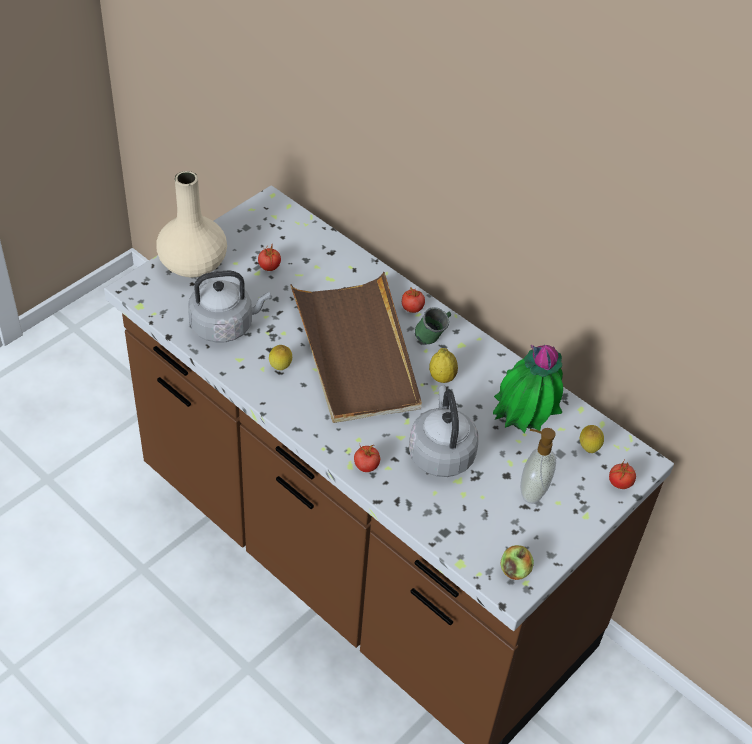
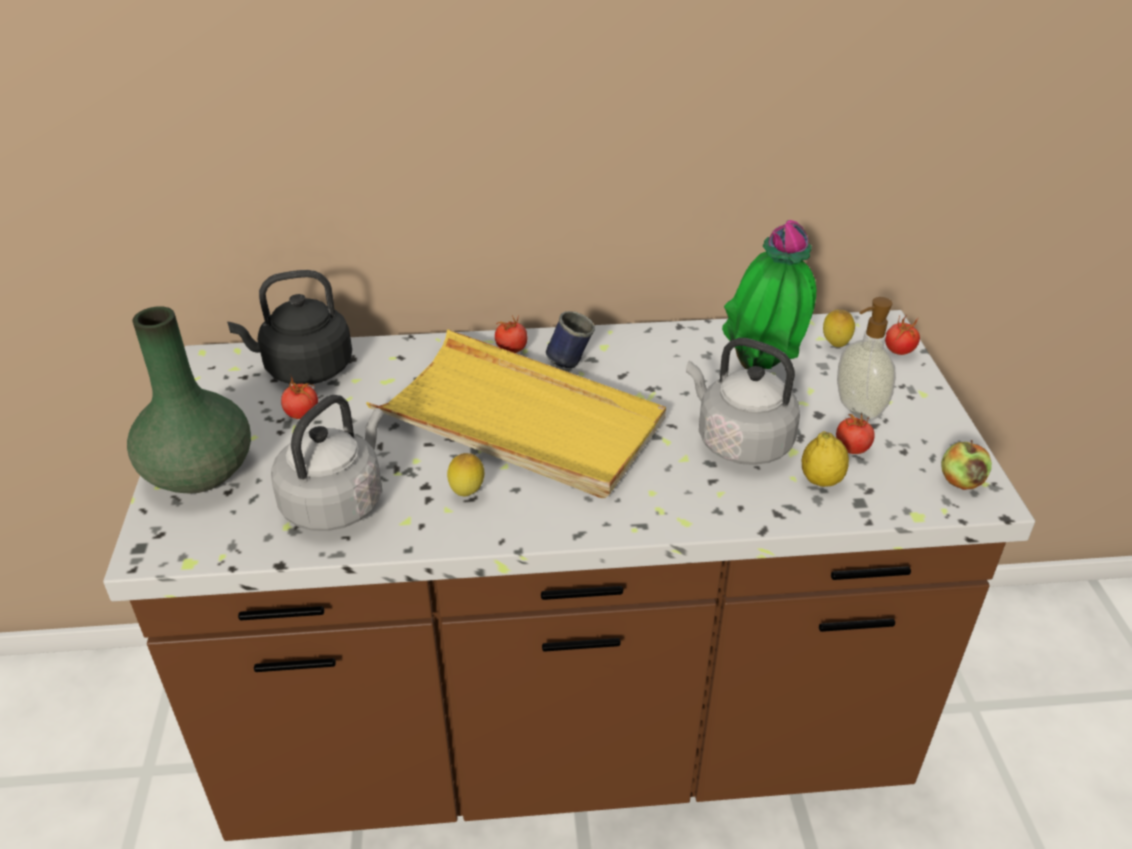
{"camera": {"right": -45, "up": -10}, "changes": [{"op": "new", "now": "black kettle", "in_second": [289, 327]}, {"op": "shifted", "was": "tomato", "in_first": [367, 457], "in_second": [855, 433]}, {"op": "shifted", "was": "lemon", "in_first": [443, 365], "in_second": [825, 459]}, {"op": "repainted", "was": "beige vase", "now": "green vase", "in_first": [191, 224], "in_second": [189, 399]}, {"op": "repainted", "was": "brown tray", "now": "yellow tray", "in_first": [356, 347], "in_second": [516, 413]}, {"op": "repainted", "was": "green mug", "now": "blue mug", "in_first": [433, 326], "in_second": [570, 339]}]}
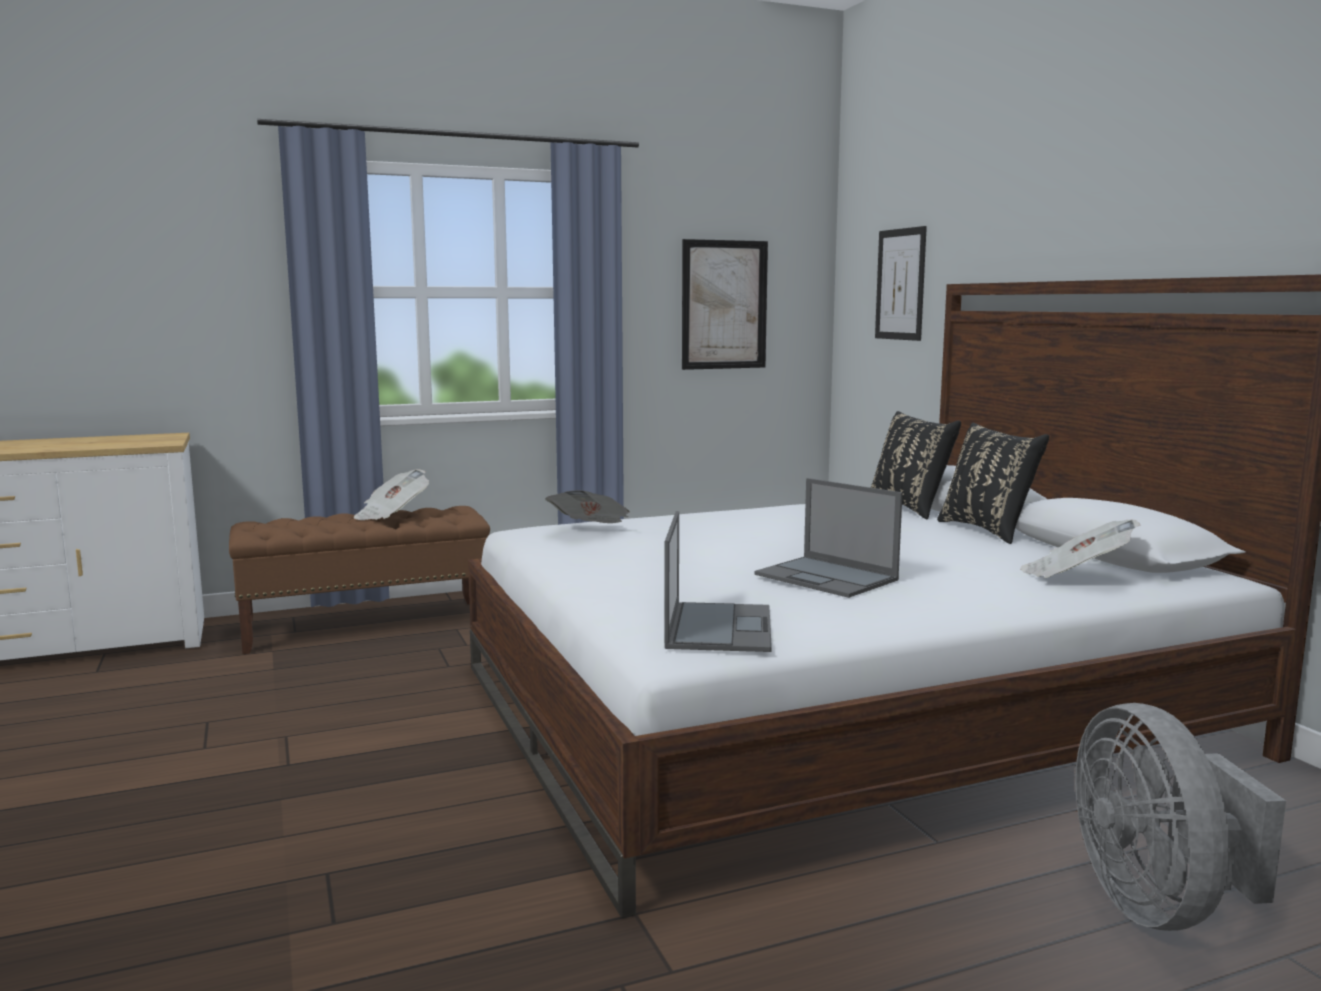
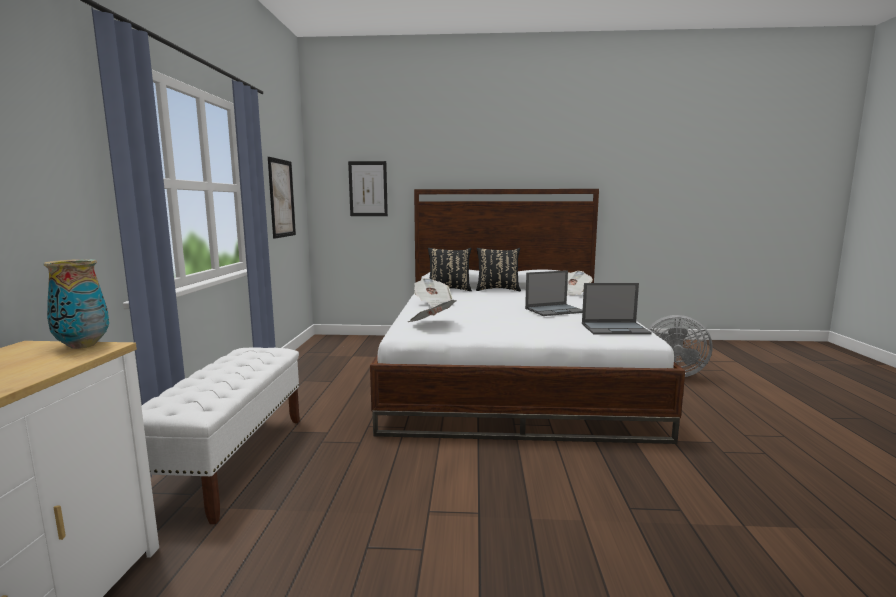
{"camera": {"right": -65, "up": 0}, "changes": [{"op": "new", "now": "vase", "in_second": [76, 304]}, {"op": "shifted", "was": "newspaper", "in_first": [391, 494], "in_second": [433, 292]}, {"op": "repainted", "was": "brown bench", "now": "white bench", "in_first": [359, 580], "in_second": [220, 435]}, {"op": "rotated", "was": "laptop", "in_first": [718, 581], "in_second": [617, 308], "clockwise": 150}]}
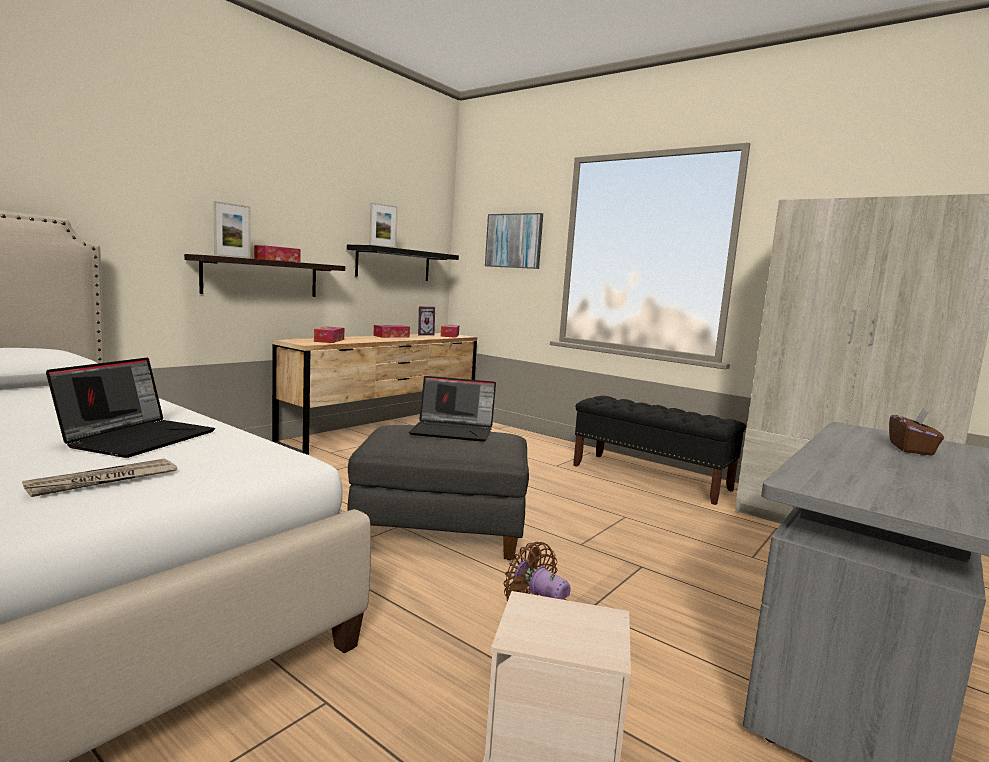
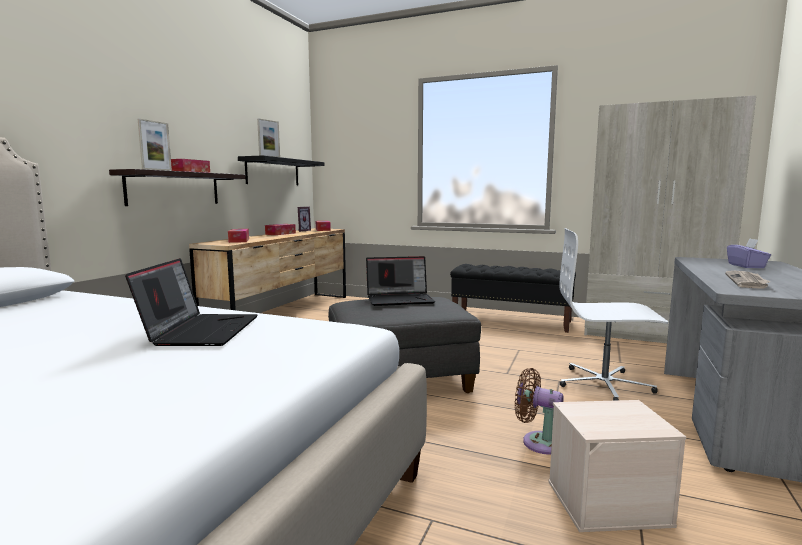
{"camera": {"right": -15, "up": 0}, "changes": [{"op": "gone", "was": "picture", "in_first": [514, 241]}, {"op": "new", "now": "white office chair", "in_second": [613, 314]}, {"op": "shifted", "was": "newspaper", "in_first": [99, 478], "in_second": [748, 280]}, {"op": "repainted", "was": "brown tissue box", "now": "purple tissue box", "in_first": [916, 432], "in_second": [749, 253]}]}
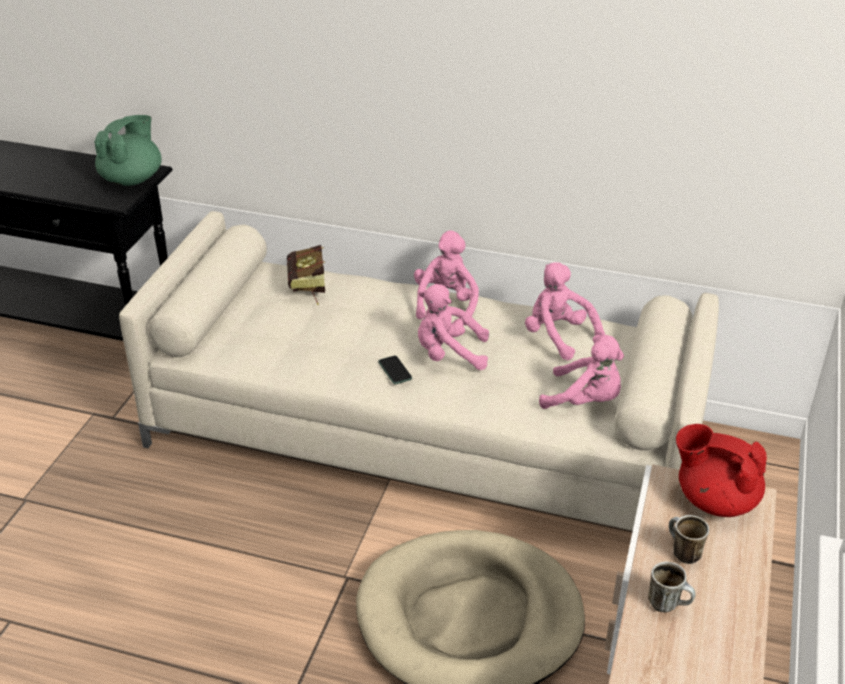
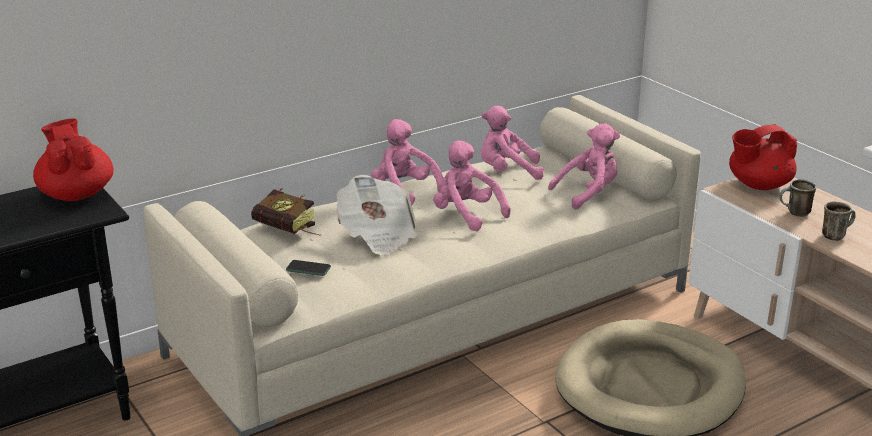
{"camera": {"right": -50, "up": -10}, "changes": [{"op": "new", "now": "newspaper", "in_second": [377, 215]}, {"op": "shifted", "was": "phone", "in_first": [395, 370], "in_second": [308, 268]}, {"op": "repainted", "was": "green teapot", "now": "red teapot", "in_first": [128, 150], "in_second": [73, 160]}, {"op": "rotated", "was": "pink plush toy", "in_first": [453, 327], "in_second": [472, 185], "clockwise": 90}]}
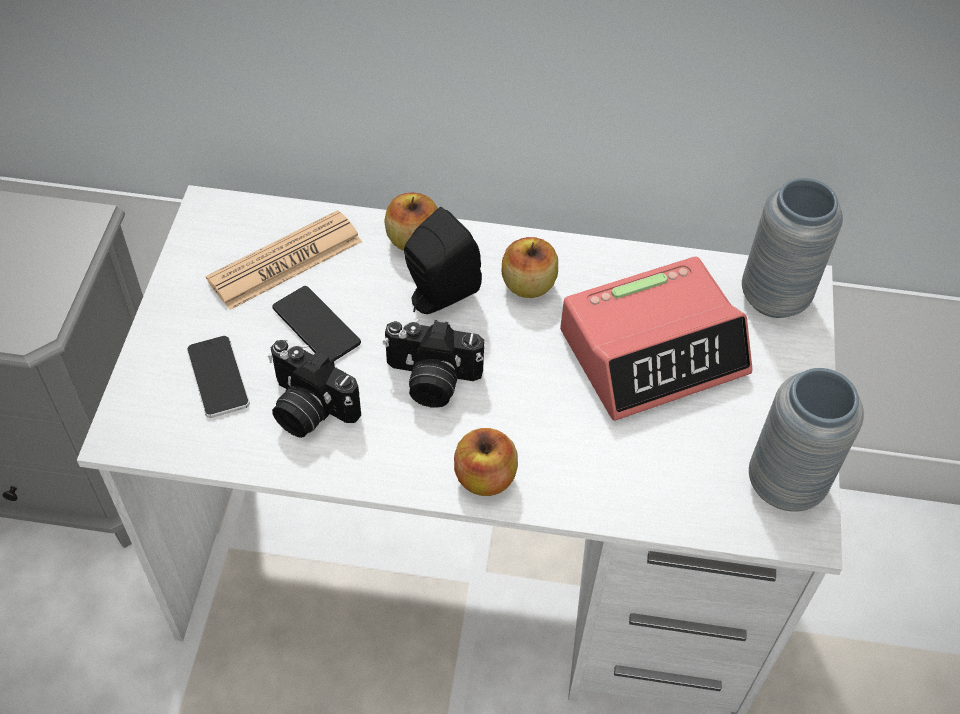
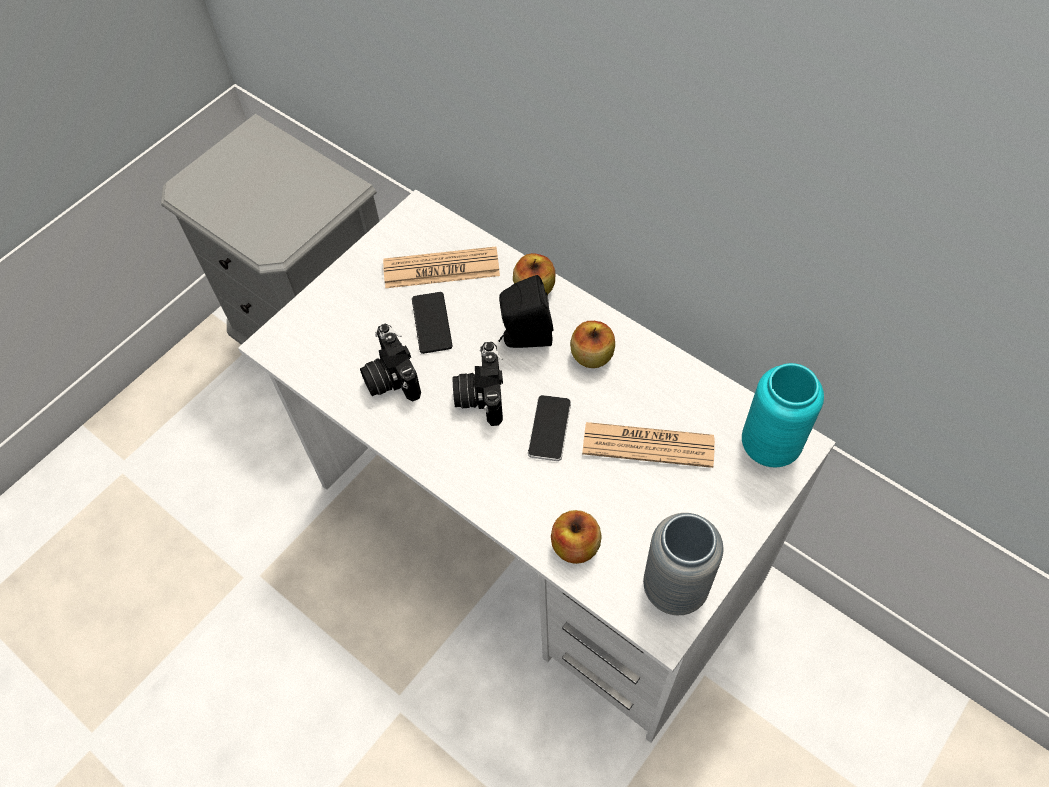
{"camera": {"right": 35, "up": 5}, "changes": [{"op": "shifted", "was": "phone", "in_first": [218, 377], "in_second": [549, 428]}, {"op": "shifted", "was": "apple", "in_first": [486, 462], "in_second": [576, 537]}, {"op": "swapped", "was": "alarm clock", "now": "newspaper", "in_first": [656, 339], "in_second": [648, 445]}, {"op": "repainted", "was": "grey vase", "now": "turquoise vase", "in_first": [792, 248], "in_second": [783, 415]}, {"op": "rotated", "was": "photo camera", "in_first": [433, 363], "in_second": [478, 384], "clockwise": 45}]}
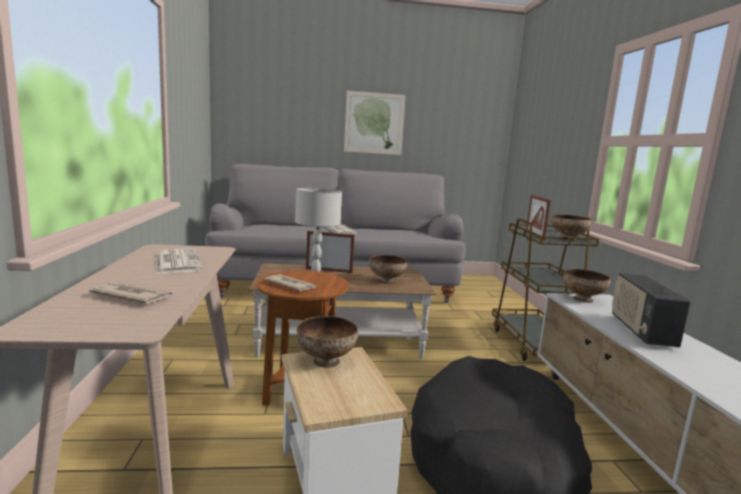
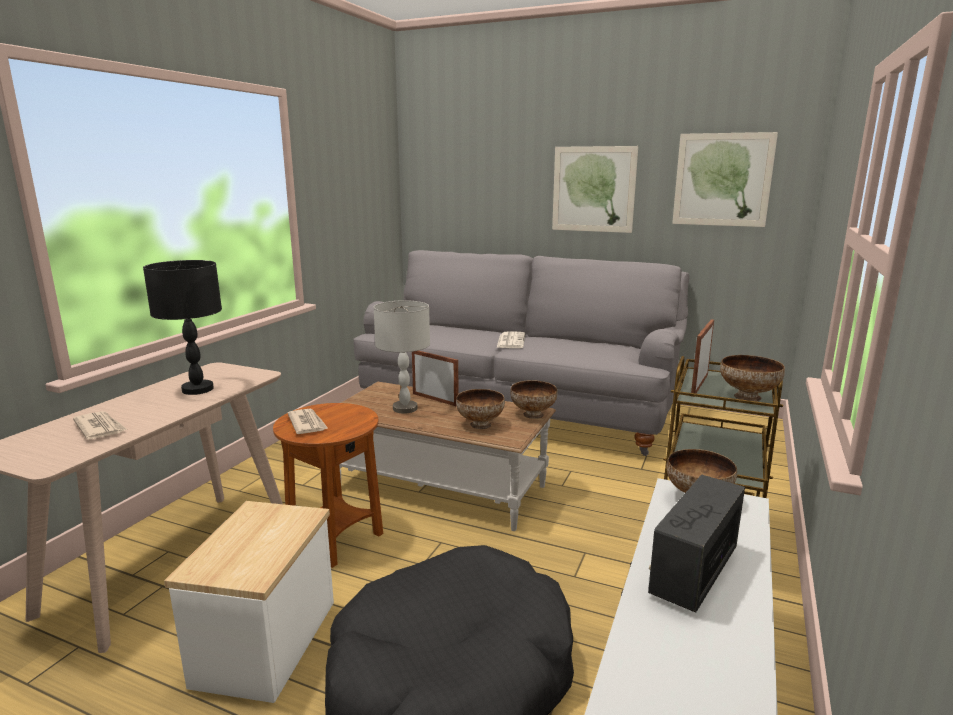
{"camera": {"right": 30, "up": 5}, "changes": [{"op": "new", "now": "picture", "in_second": [725, 179]}, {"op": "shifted", "was": "bowl", "in_first": [327, 342], "in_second": [534, 399]}, {"op": "swapped", "was": "newspaper", "now": "black table lamp", "in_first": [179, 261], "in_second": [182, 327]}]}
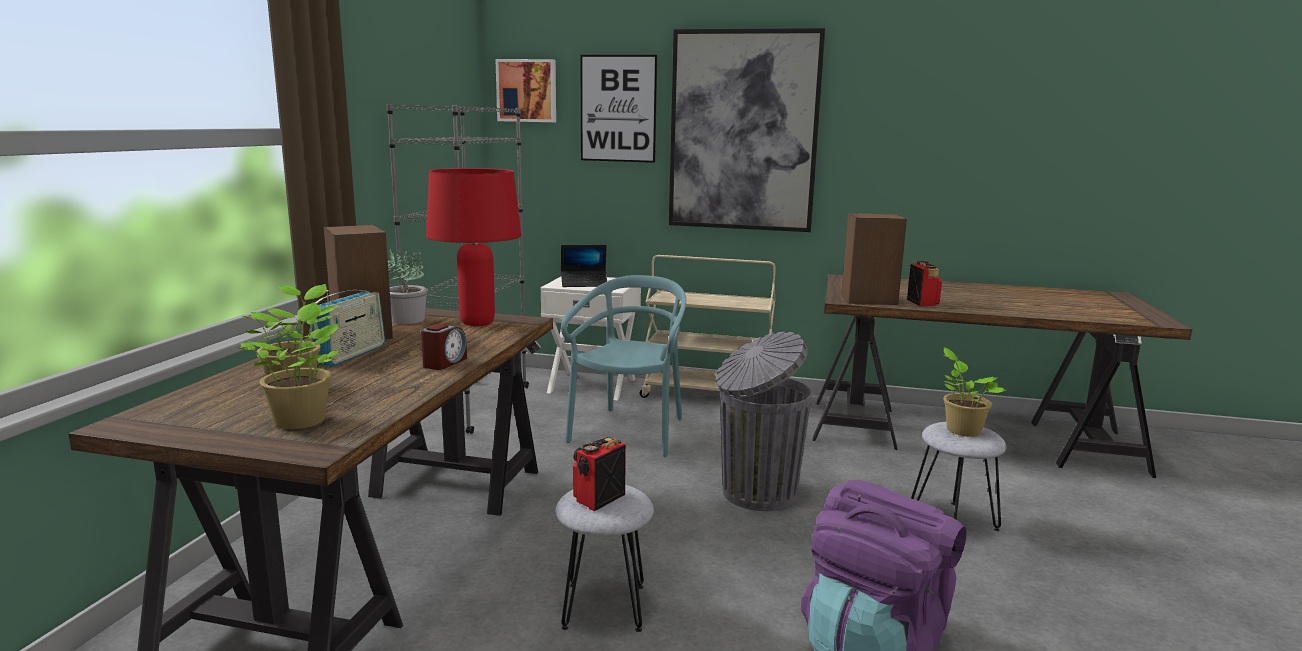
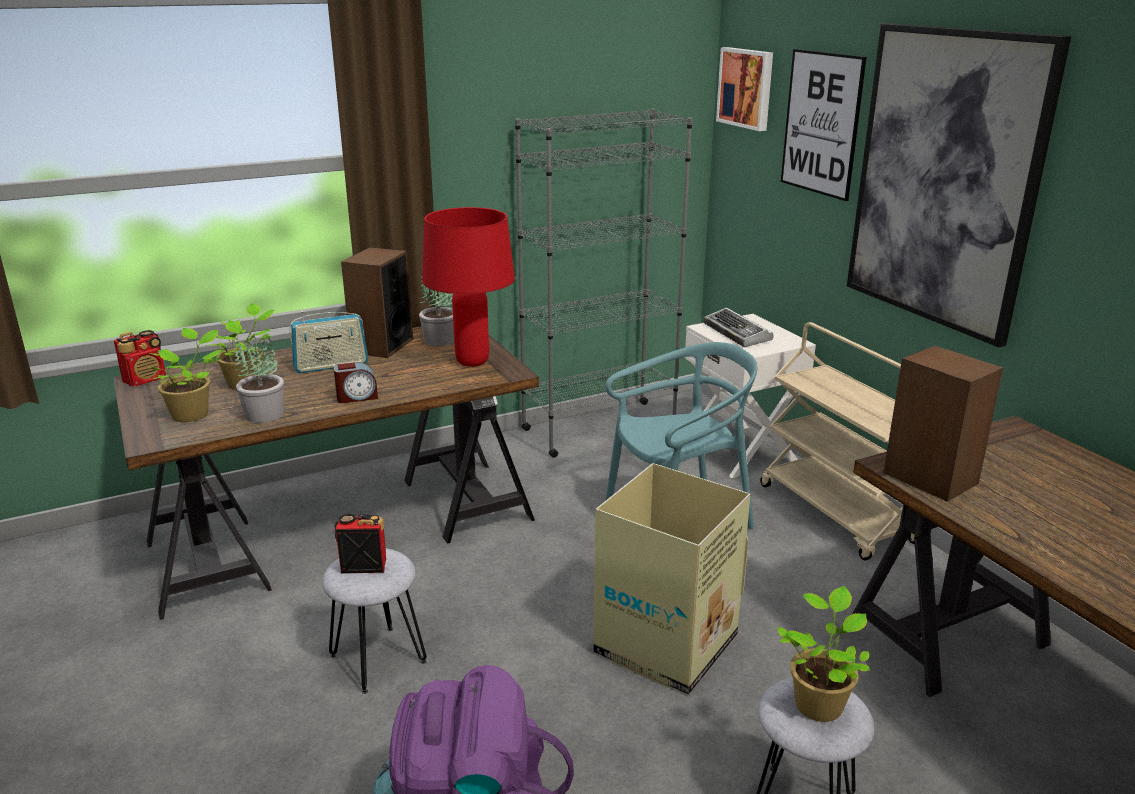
{"camera": {"right": 50, "up": 10}, "changes": [{"op": "new", "now": "potted plant", "in_second": [259, 379]}, {"op": "shifted", "was": "radio", "in_first": [924, 284], "in_second": [140, 358]}, {"op": "swapped", "was": "laptop", "now": "keyboard", "in_first": [584, 266], "in_second": [739, 327]}, {"op": "swapped", "was": "grey trash can", "now": "cardboard box", "in_first": [764, 421], "in_second": [672, 578]}]}
